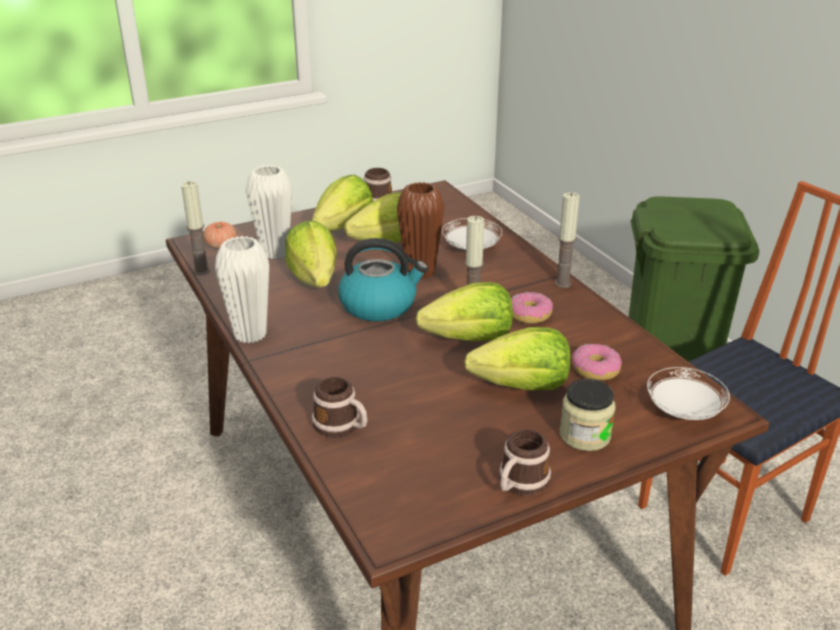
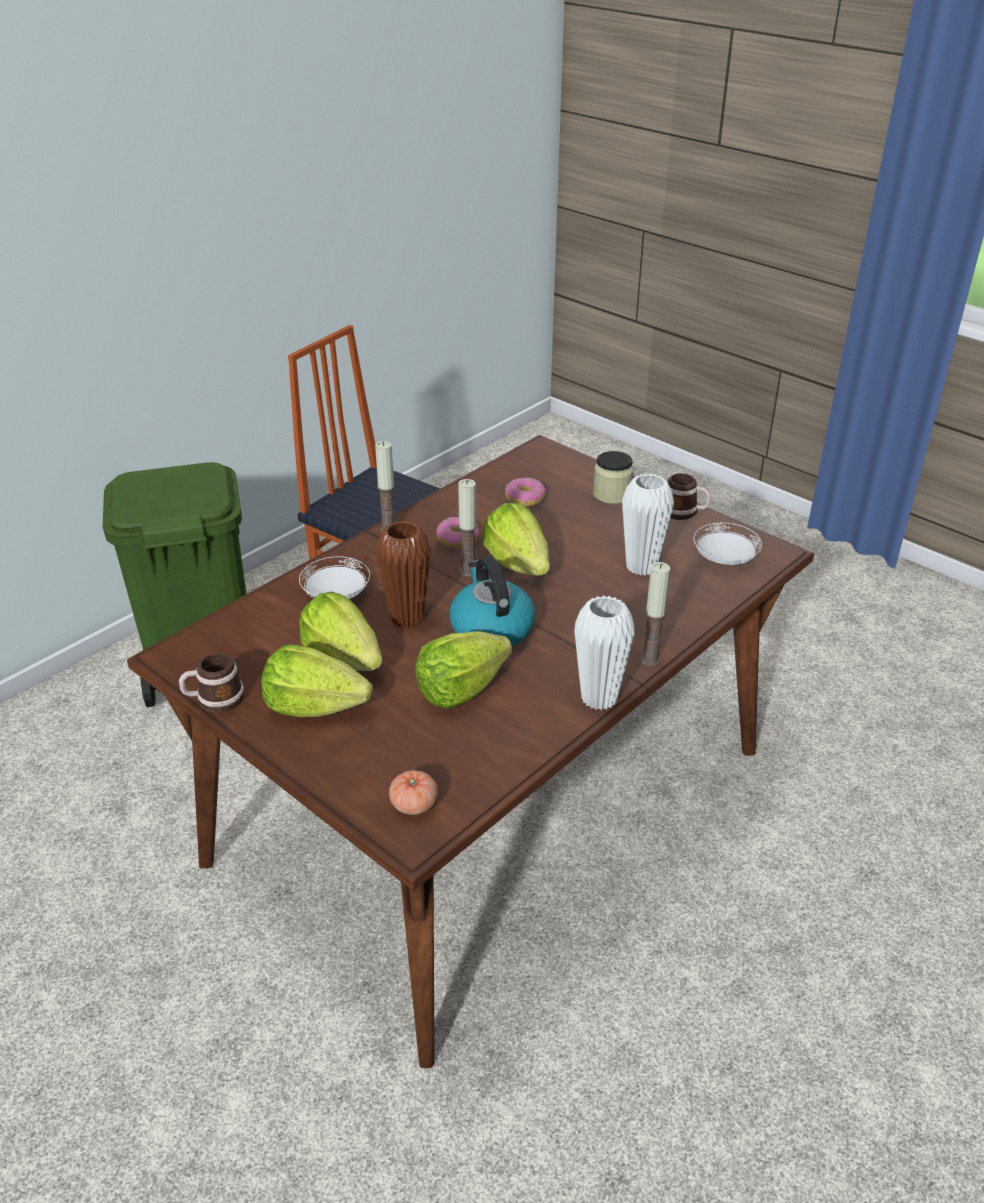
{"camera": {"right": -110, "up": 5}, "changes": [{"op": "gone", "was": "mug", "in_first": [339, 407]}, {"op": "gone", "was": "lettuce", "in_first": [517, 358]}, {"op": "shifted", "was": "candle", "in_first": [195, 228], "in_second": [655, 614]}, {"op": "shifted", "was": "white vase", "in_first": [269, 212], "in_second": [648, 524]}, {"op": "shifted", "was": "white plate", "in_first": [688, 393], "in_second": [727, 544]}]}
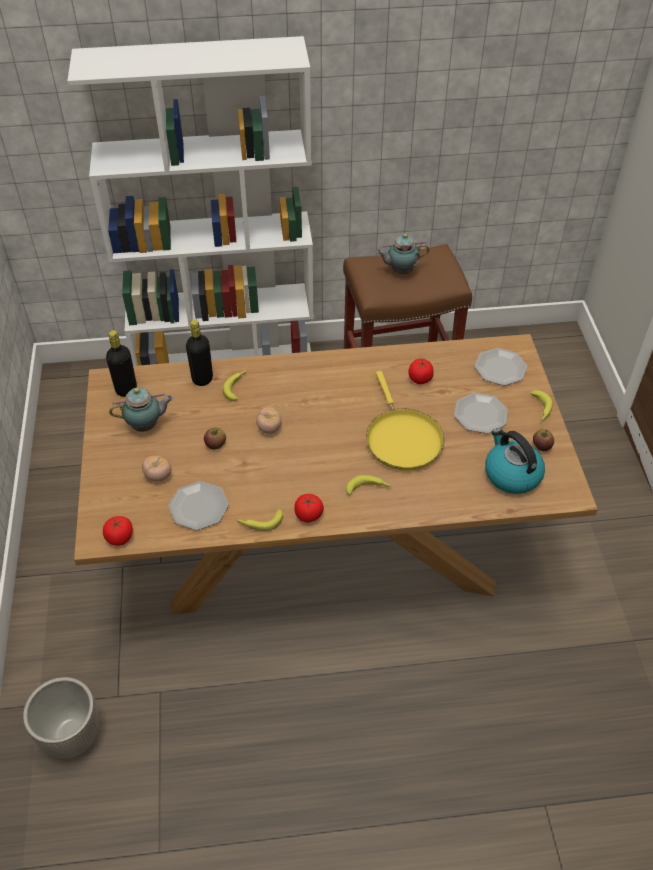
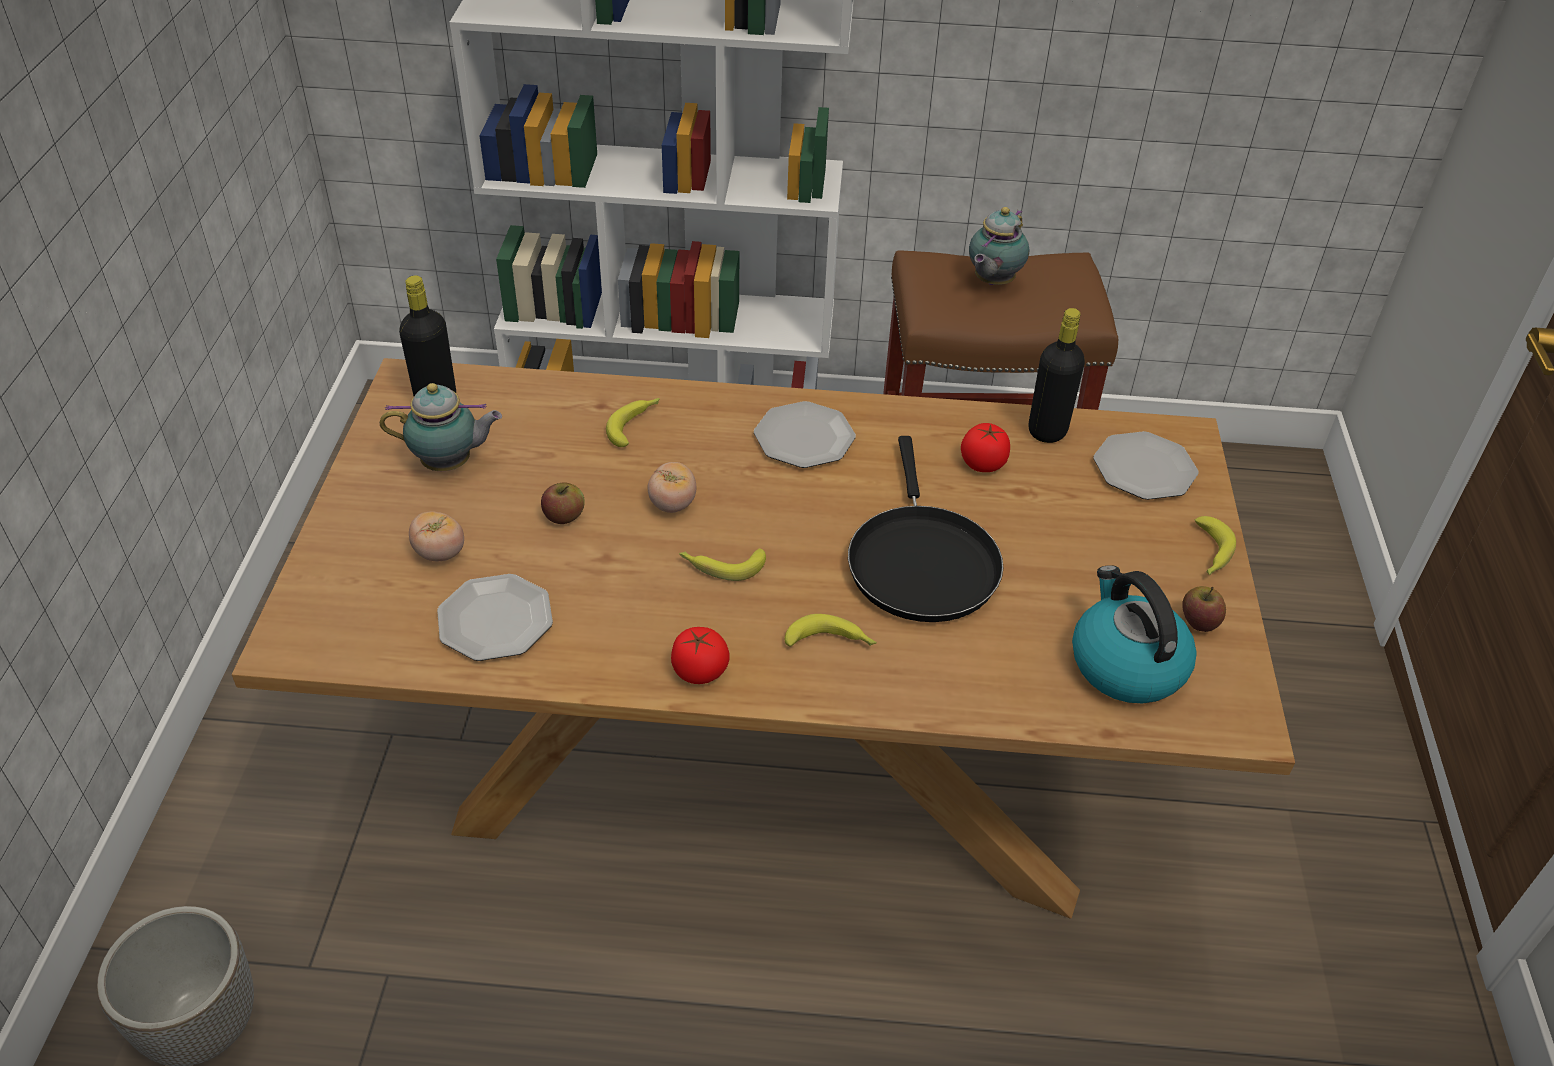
{"camera": {"right": 10, "up": -5}, "changes": [{"op": "gone", "was": "tomato", "in_first": [118, 531]}, {"op": "shifted", "was": "black bottle", "in_first": [199, 352], "in_second": [1057, 375]}, {"op": "shifted", "was": "banana", "in_first": [259, 520], "in_second": [722, 564]}, {"op": "shifted", "was": "plate", "in_first": [481, 413], "in_second": [805, 434]}, {"op": "repainted", "was": "yellow frying pan", "now": "black frying pan", "in_first": [405, 420], "in_second": [926, 529]}, {"op": "rotated", "was": "teapot", "in_first": [402, 254], "in_second": [999, 246], "clockwise": -60}]}
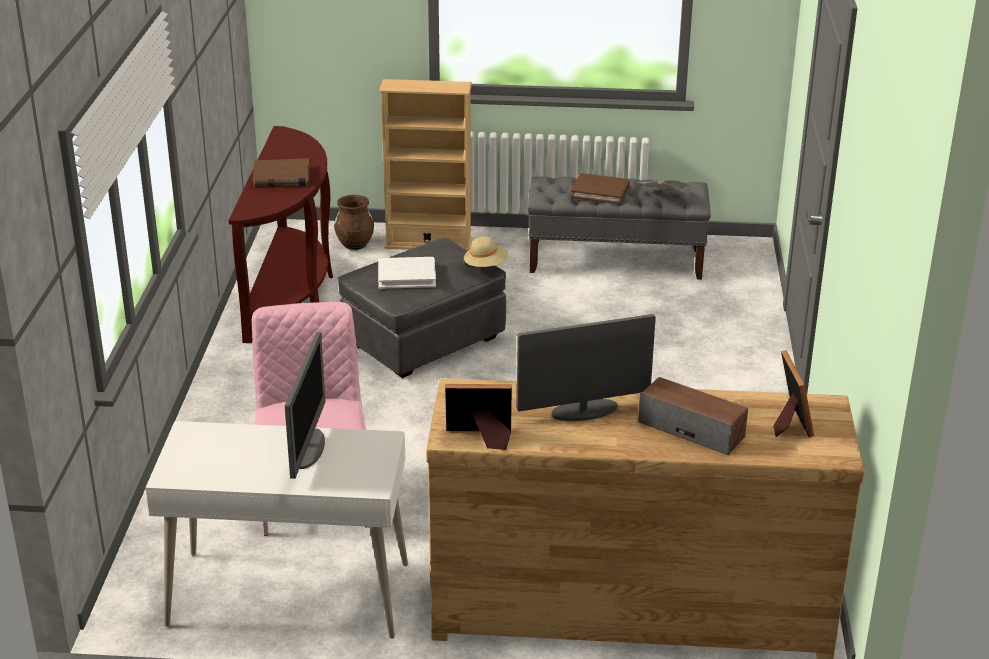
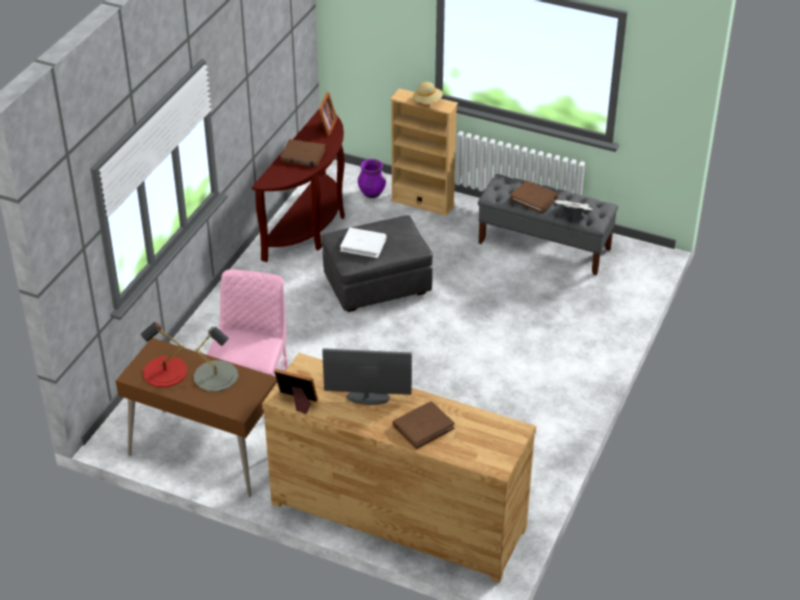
{"camera": {"right": 20, "up": 10}, "changes": [{"op": "new", "now": "red table lamp", "in_second": [164, 354]}, {"op": "shifted", "was": "beige hat", "in_first": [485, 251], "in_second": [428, 92]}, {"op": "shifted", "was": "picture frame", "in_first": [793, 394], "in_second": [325, 114]}, {"op": "swapped", "was": "monitor", "now": "grey table lamp", "in_first": [305, 405], "in_second": [216, 359]}, {"op": "swapped", "was": "speaker", "now": "brown book", "in_first": [693, 416], "in_second": [424, 425]}, {"op": "repainted", "was": "white desk", "now": "brown desk", "in_first": [276, 530], "in_second": [196, 417]}, {"op": "repainted", "was": "brown vase", "now": "purple vase", "in_first": [354, 222], "in_second": [372, 178]}]}
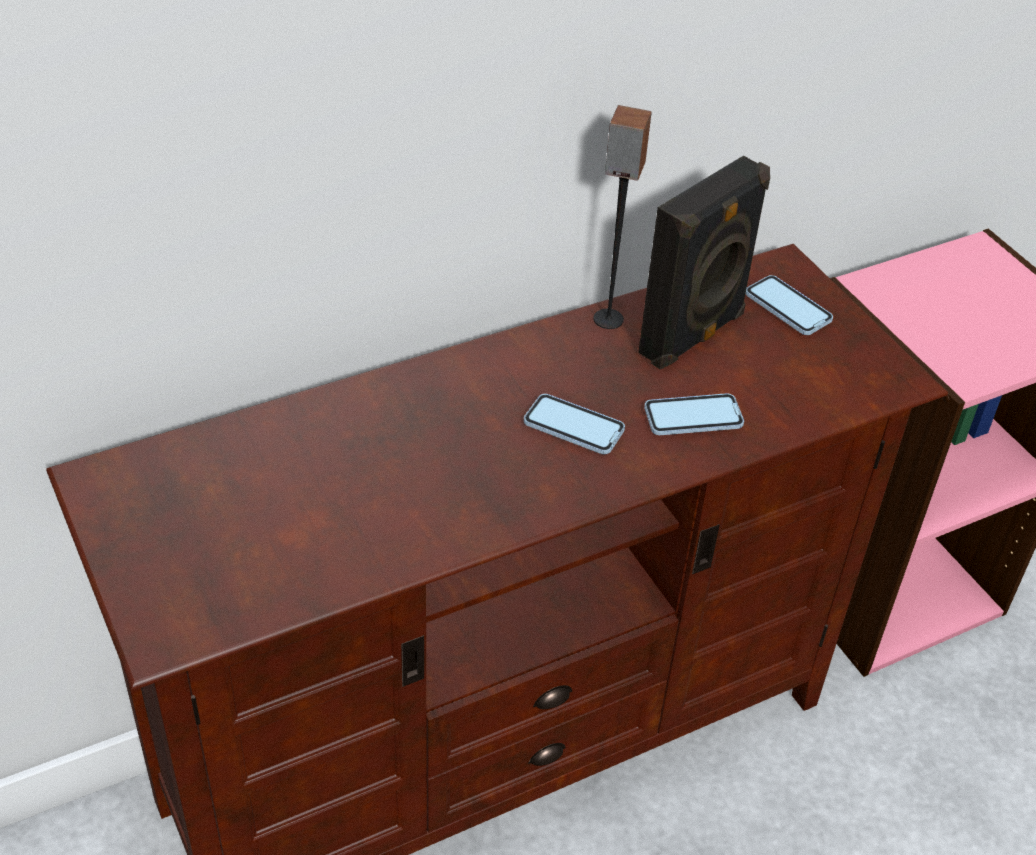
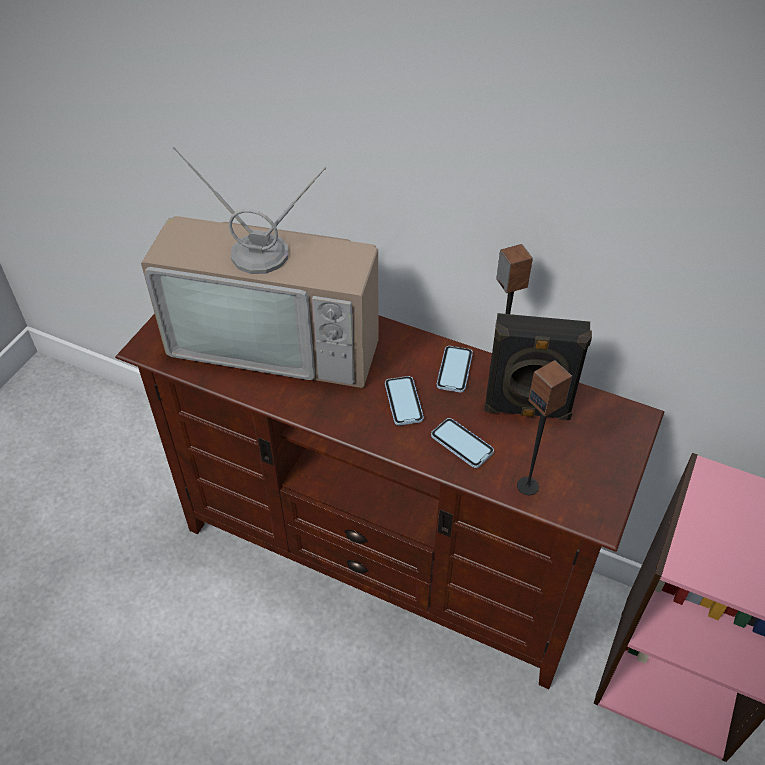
{"camera": {"right": 55, "up": 5}, "changes": [{"op": "new", "now": "television", "in_second": [260, 267]}, {"op": "new", "now": "speaker", "in_second": [544, 427]}, {"op": "shifted", "was": "phone", "in_first": [789, 305], "in_second": [454, 369]}]}
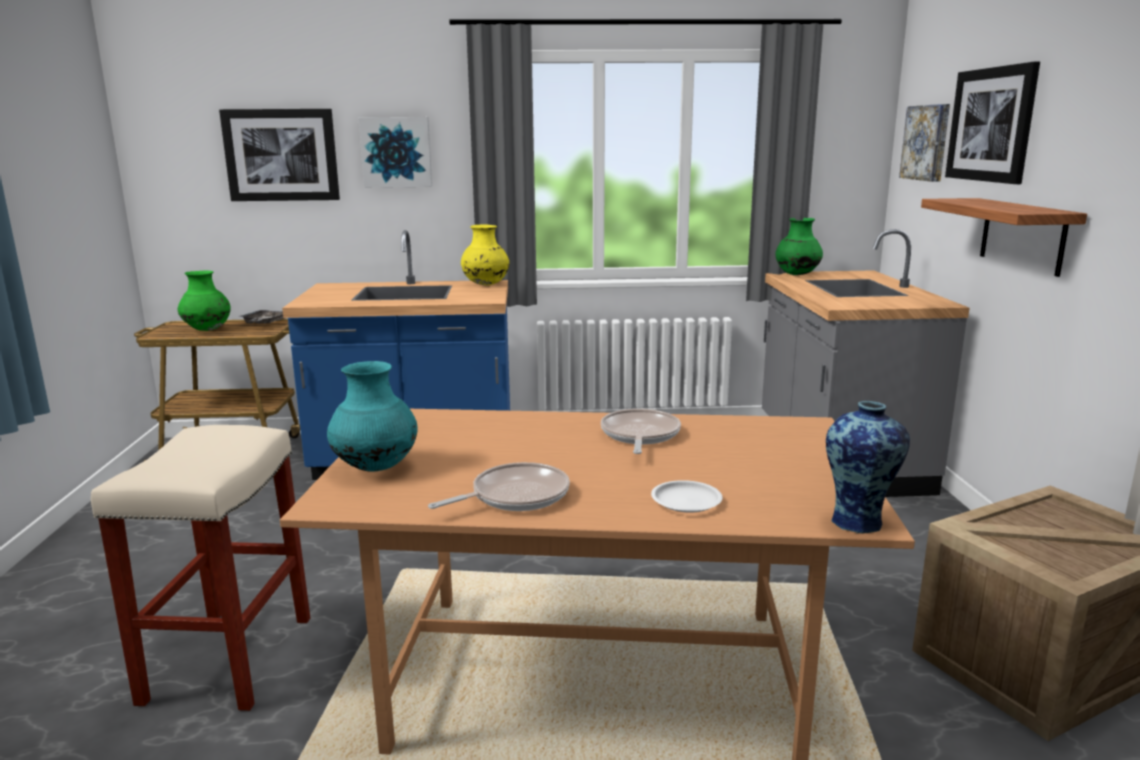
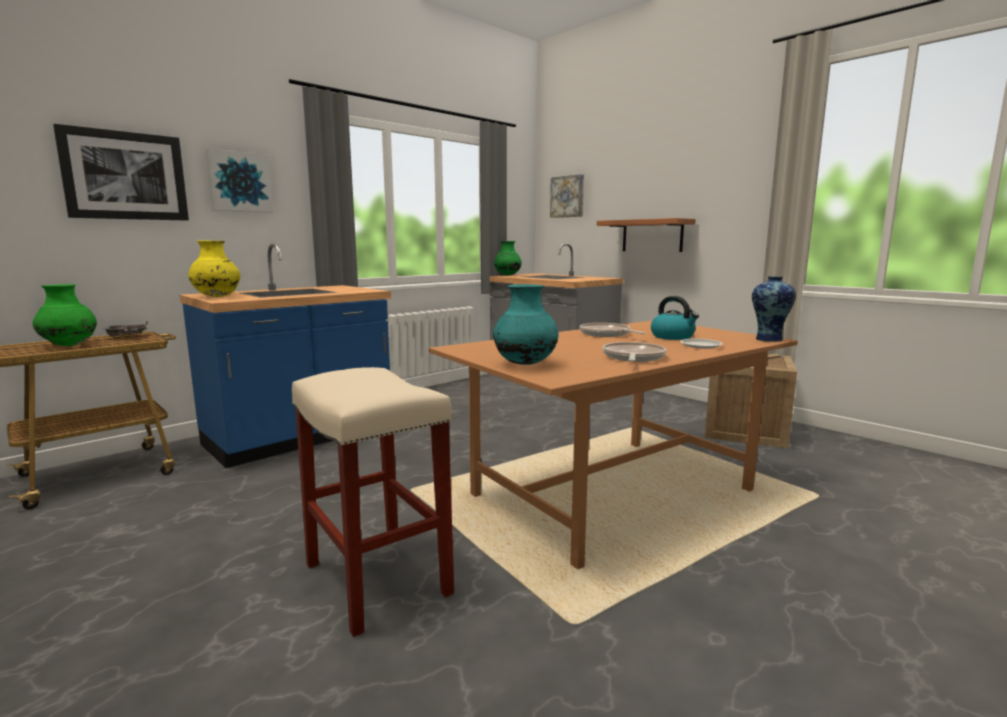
{"camera": {"right": -40, "up": -5}, "changes": [{"op": "gone", "was": "picture", "in_first": [992, 122]}, {"op": "new", "now": "kettle", "in_second": [675, 318]}, {"op": "shifted", "was": "yellow vase", "in_first": [485, 254], "in_second": [214, 268]}]}
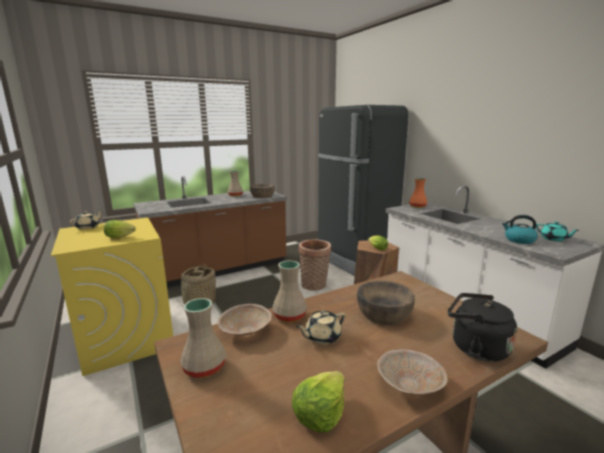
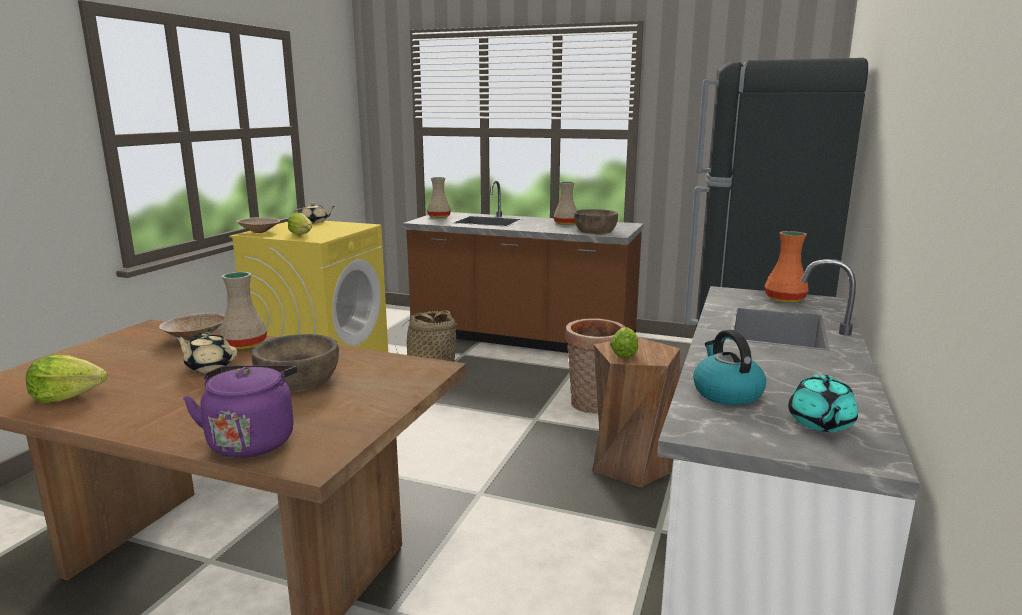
{"camera": {"right": 50, "up": 0}, "changes": [{"op": "shifted", "was": "beige vase", "in_first": [203, 338], "in_second": [439, 197]}, {"op": "shifted", "was": "beige bowl", "in_first": [412, 372], "in_second": [258, 225]}, {"op": "repainted", "was": "black kettle", "now": "purple kettle", "in_first": [482, 327], "in_second": [240, 411]}]}
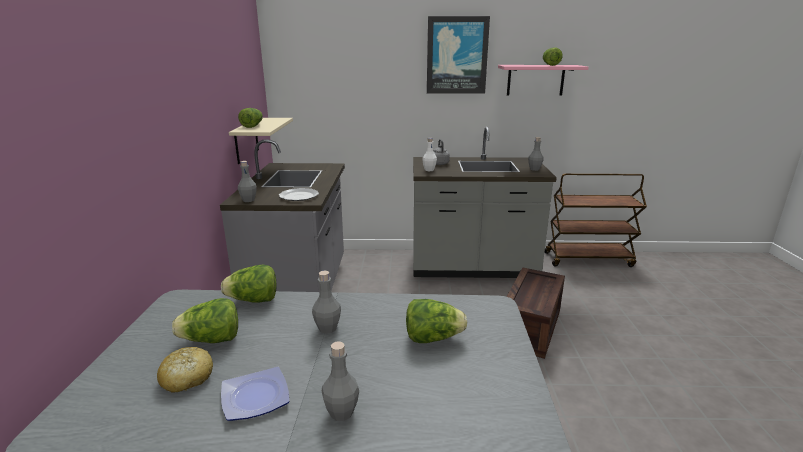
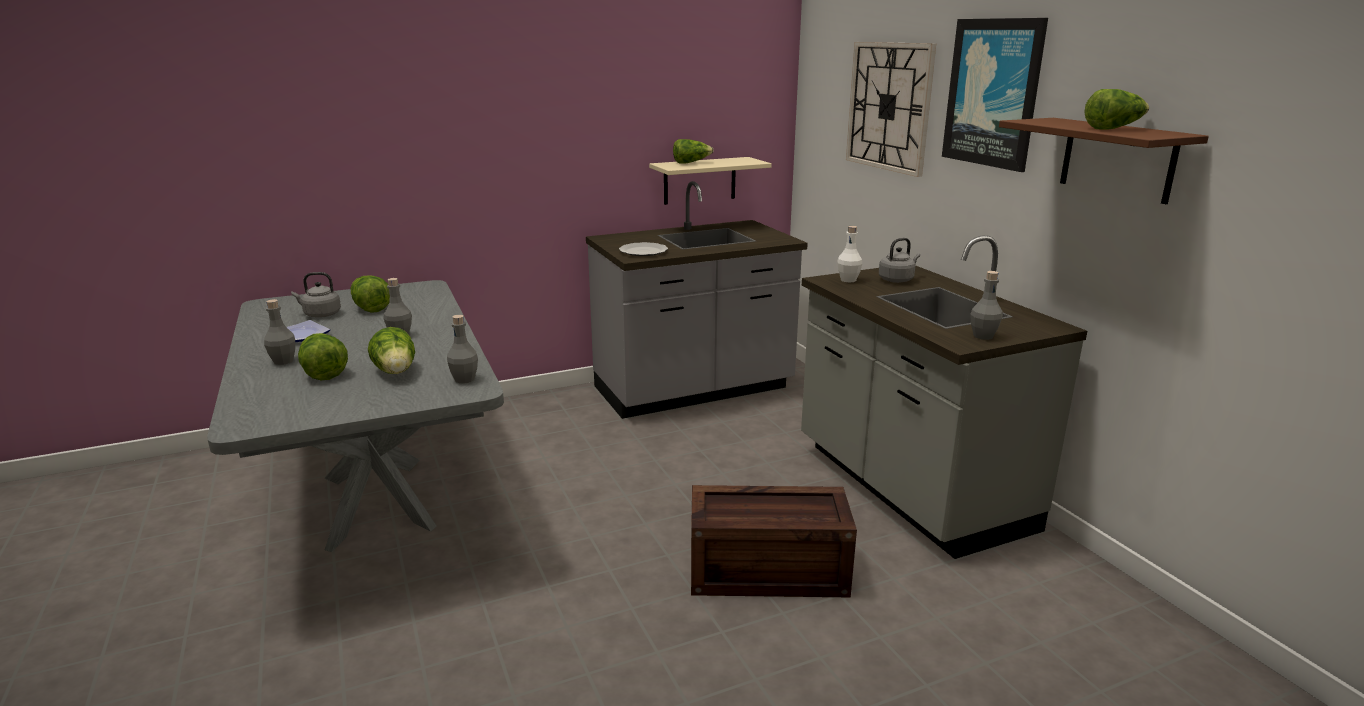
{"camera": {"right": 65, "up": 0}, "changes": [{"op": "gone", "was": "brown cart", "in_first": [596, 220]}, {"op": "new", "now": "wall clock", "in_second": [891, 109]}, {"op": "shifted", "was": "lettuce", "in_first": [248, 284], "in_second": [323, 357]}, {"op": "shifted", "was": "grey bottle", "in_first": [247, 181], "in_second": [462, 349]}, {"op": "swapped", "was": "bread", "now": "grey kettle", "in_first": [185, 369], "in_second": [316, 295]}, {"op": "repainted", "was": "pink shelf", "now": "brown shelf", "in_first": [543, 80], "in_second": [1104, 161]}]}
